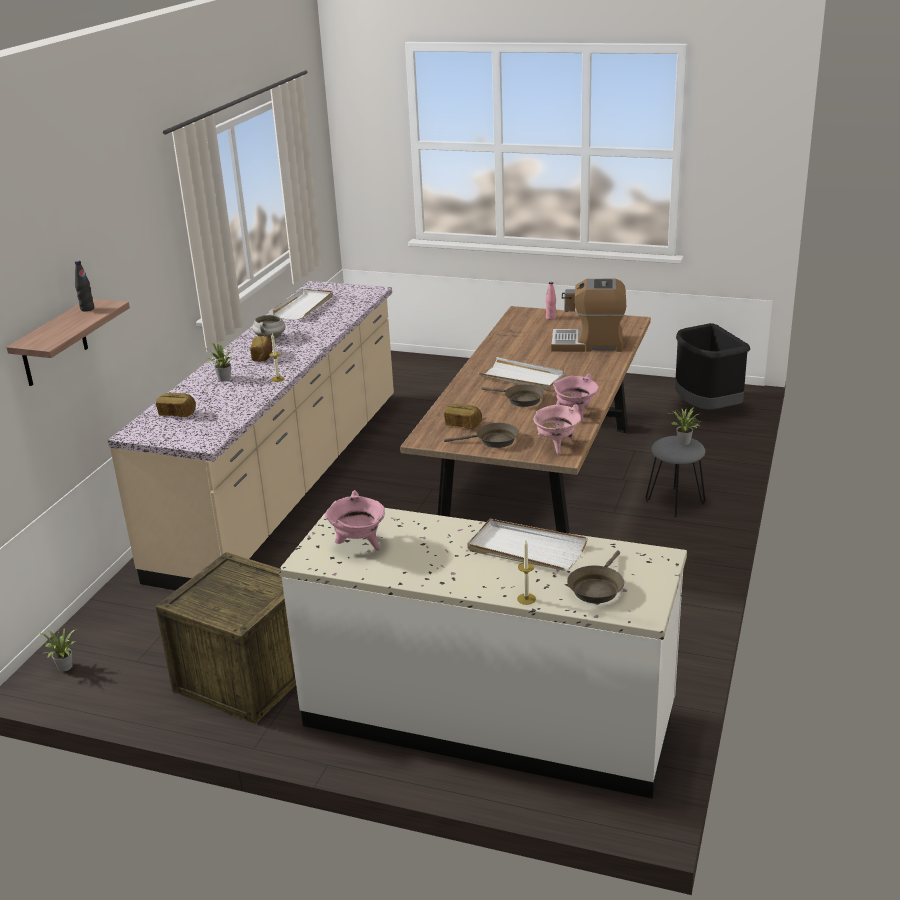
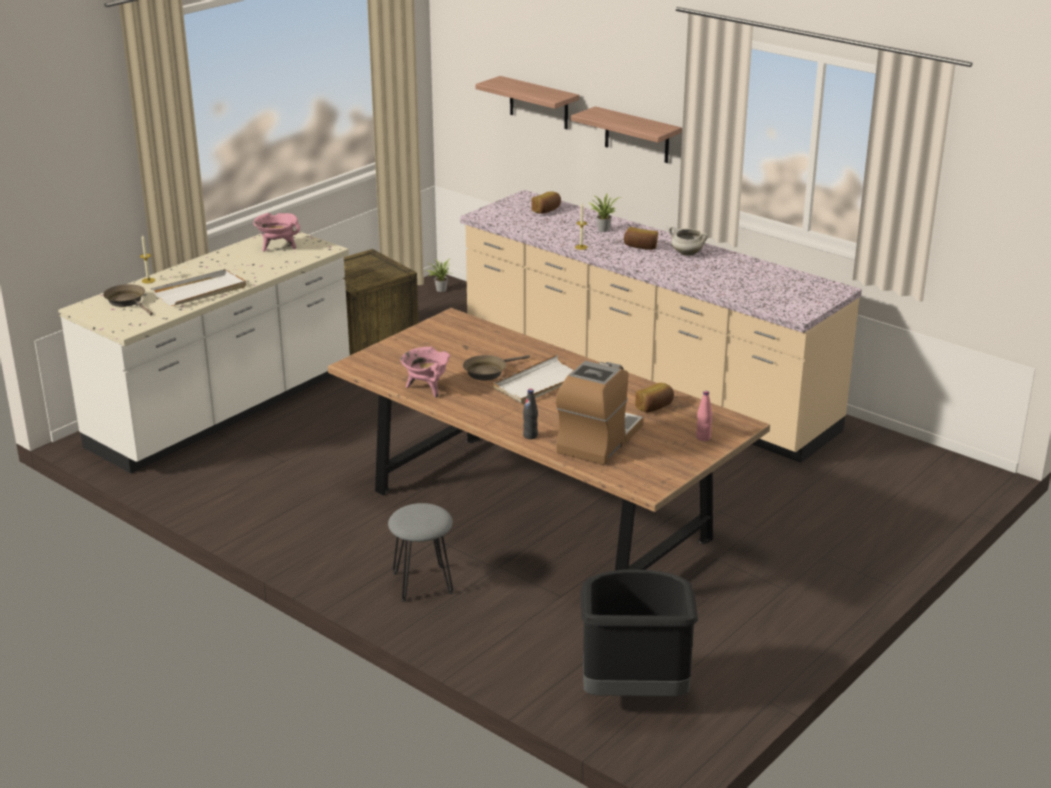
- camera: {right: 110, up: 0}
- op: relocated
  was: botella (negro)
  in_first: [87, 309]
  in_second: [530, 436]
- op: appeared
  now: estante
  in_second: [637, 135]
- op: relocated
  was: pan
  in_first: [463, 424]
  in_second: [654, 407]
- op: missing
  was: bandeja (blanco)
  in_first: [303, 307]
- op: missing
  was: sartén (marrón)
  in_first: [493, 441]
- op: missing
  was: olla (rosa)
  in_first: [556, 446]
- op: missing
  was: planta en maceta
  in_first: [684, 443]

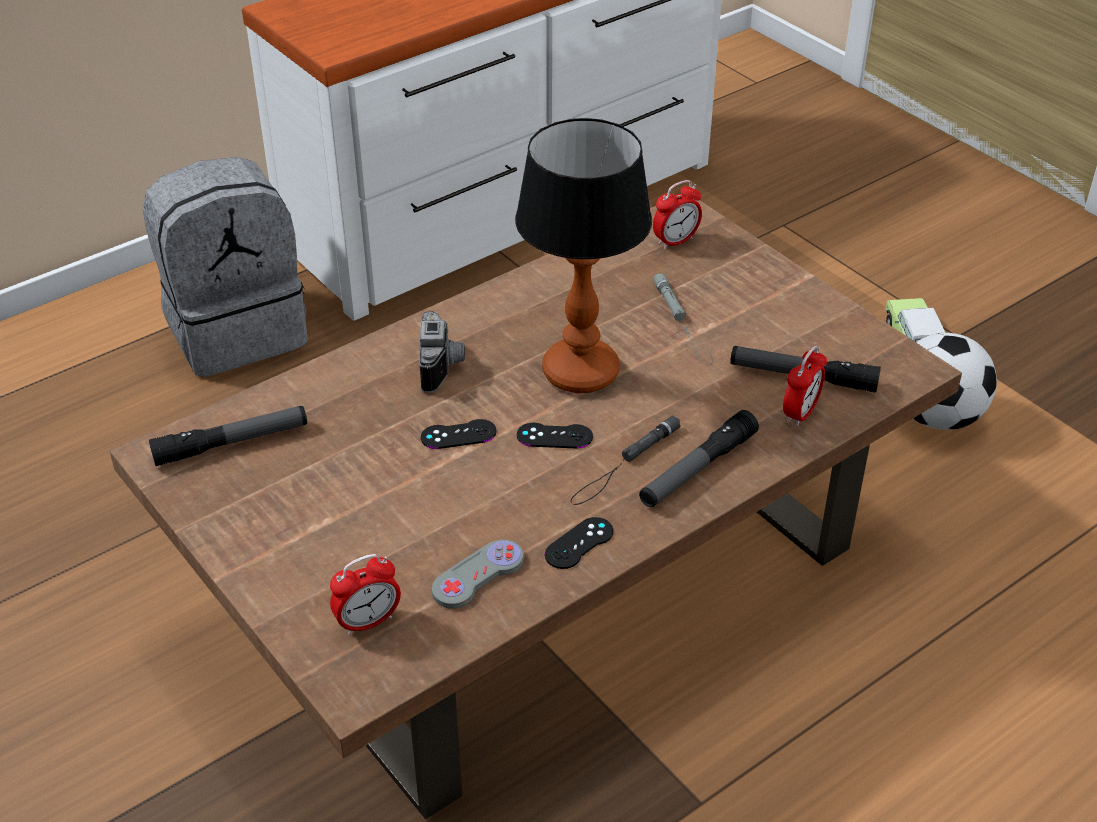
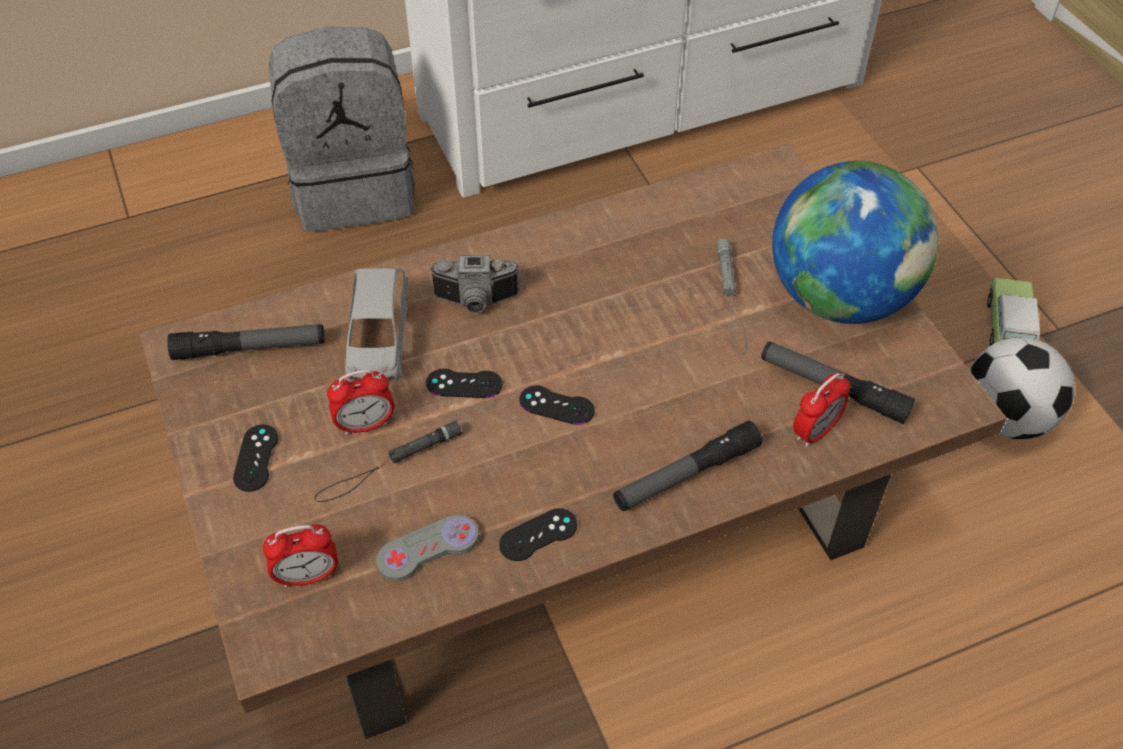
- camera: {right: 15, up: 10}
- op: appeared
  now: mando de consola (negro)
  in_second: [256, 458]
- op: relocated
  was: linterna (negro)
  in_first: [625, 464]
  in_second: [389, 465]
- op: relocated
  was: despertador
  in_first: [675, 241]
  in_second: [365, 425]
- op: appeared
  now: coche de juguete (gris)
  in_second: [379, 340]
- op: spun
  was: cámara
  in_first: [443, 366]
  in_second: [476, 302]
  clockwise: 75
- op: appeared
  now: globo terráqueo
  in_second: [840, 297]
- op: missing
  was: lámpara de mesa
  in_first: [582, 372]

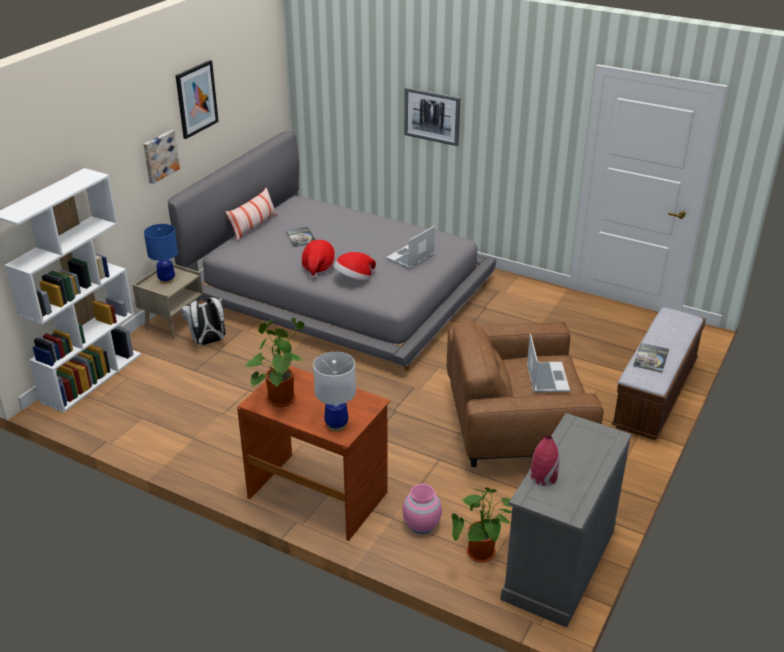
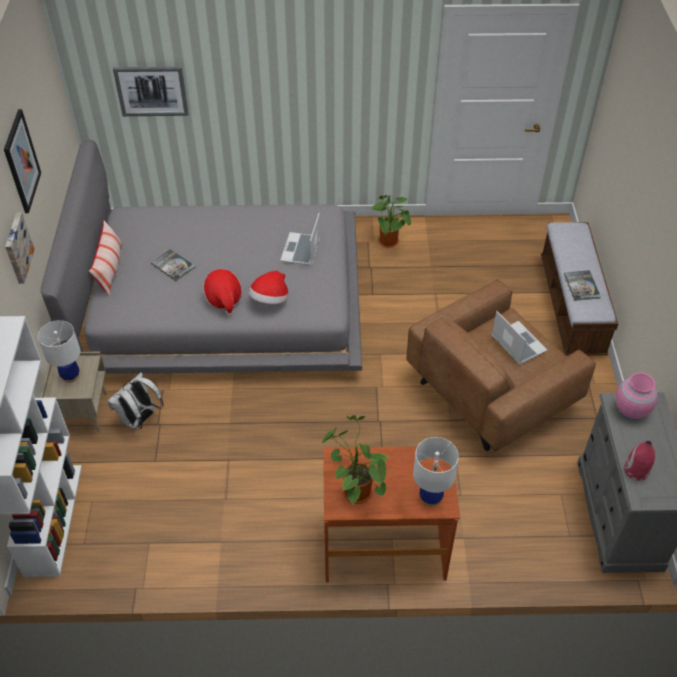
- camera: {right: -30, up: 15}
- op: colour
  was: lámpara de mesa (azul)
  now: lámpara de mesa (blanco)
  in_first: [166, 280]
  in_second: [70, 376]
- op: relocated
  was: cuadro
  in_first: [432, 116]
  in_second: [151, 91]
- op: relocated
  was: planta en maceta
  in_first: [481, 556]
  in_second: [390, 243]
- op: relocated
  was: florero (rosa)
  in_first: [422, 524]
  in_second: [631, 409]

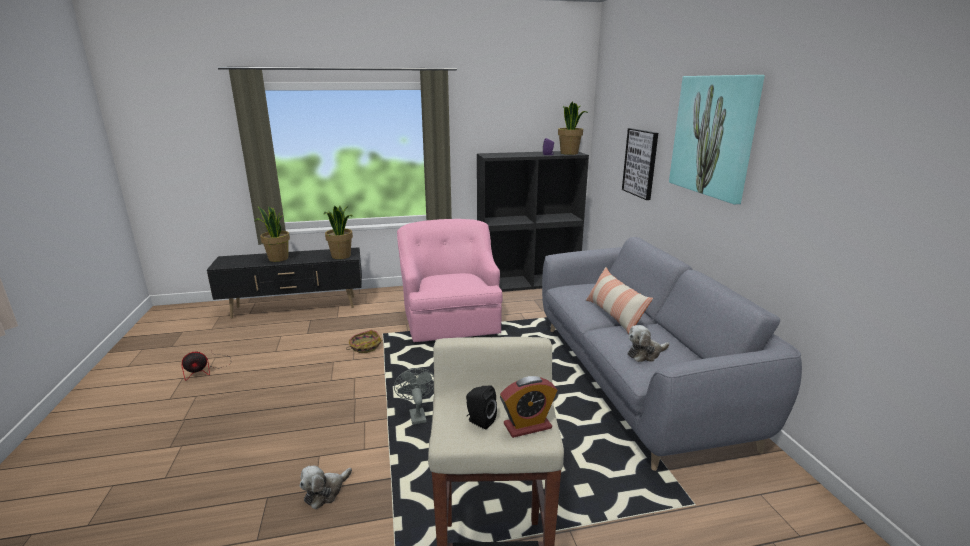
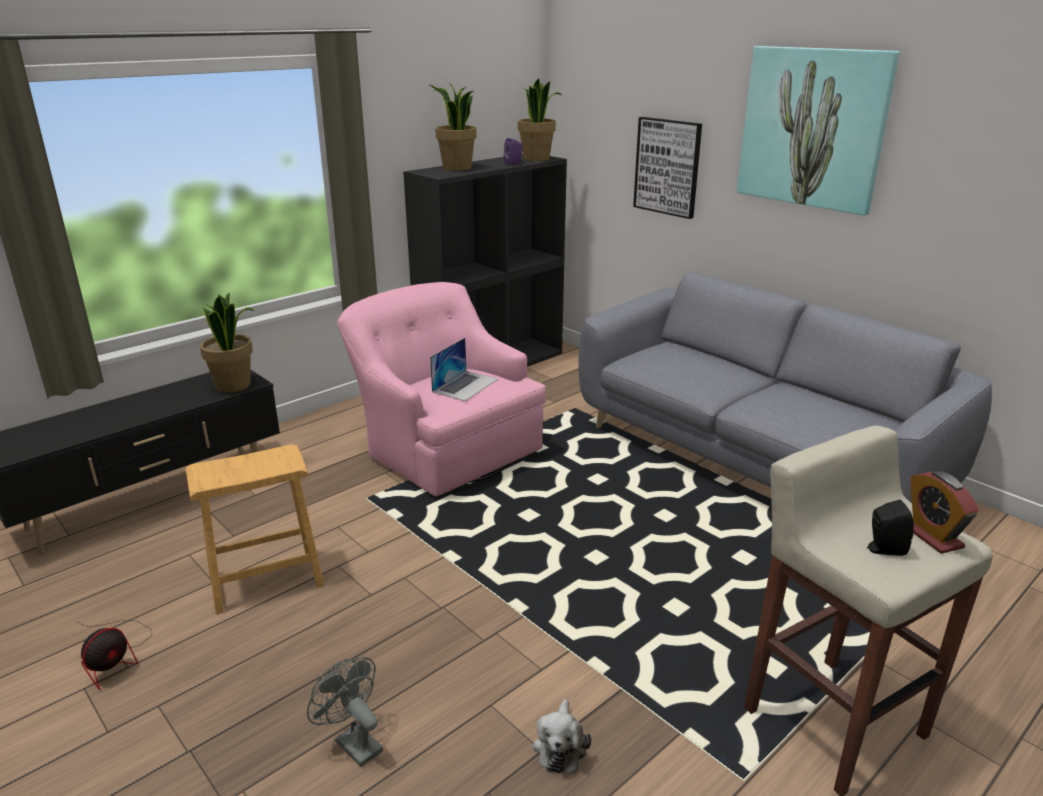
- camera: {right: -30, up: 5}
- op: appeared
  now: taburete (marrón)
  in_second: [266, 579]
- op: relocated
  was: ventilador (gris)
  in_first: [416, 414]
  in_second: [353, 742]
- op: relocated
  was: planta en maceta
  in_first: [278, 258]
  in_second: [456, 168]
- op: appeared
  now: portátil
  in_second: [465, 385]
- op: spun
  was: despertador
  in_first: [527, 426]
  in_second: [931, 536]
  clockwise: 120
- op: missing
  was: cesta
  in_first: [364, 347]
- op: missing
  was: cojín
  in_first: [614, 315]
- op: missing
  was: peluche
  in_first: [645, 354]

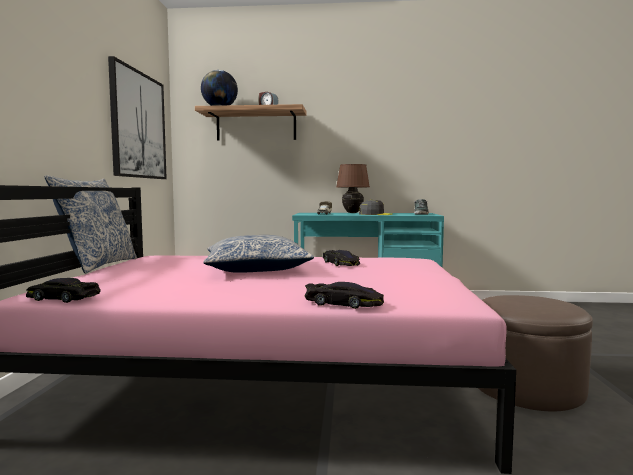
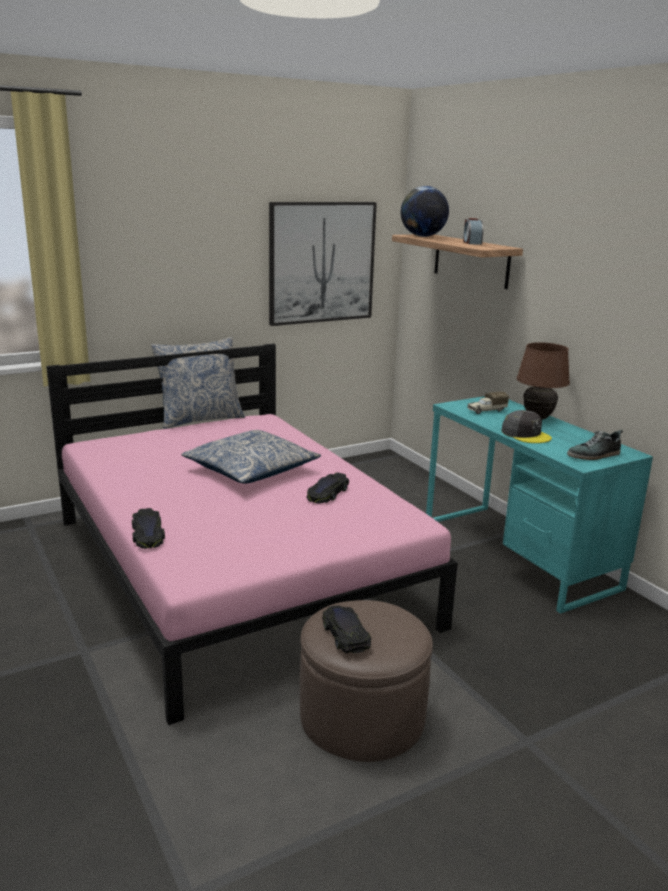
- camera: {right: 55, up: 15}
- op: relocated
  was: coche de juguete (negro)
  in_first: [62, 298]
  in_second: [345, 634]

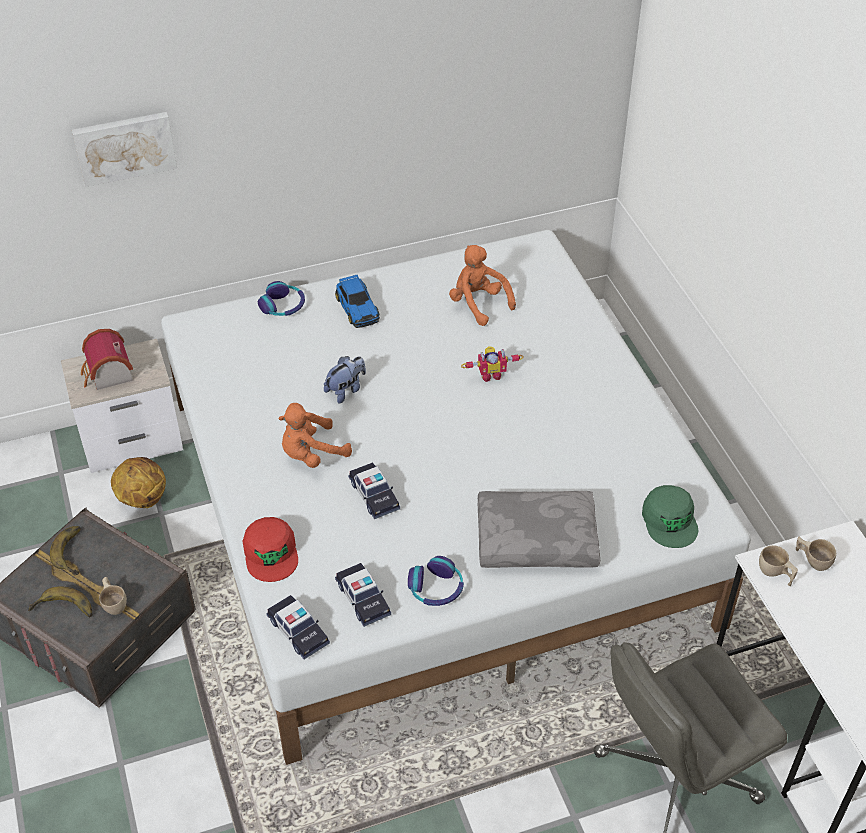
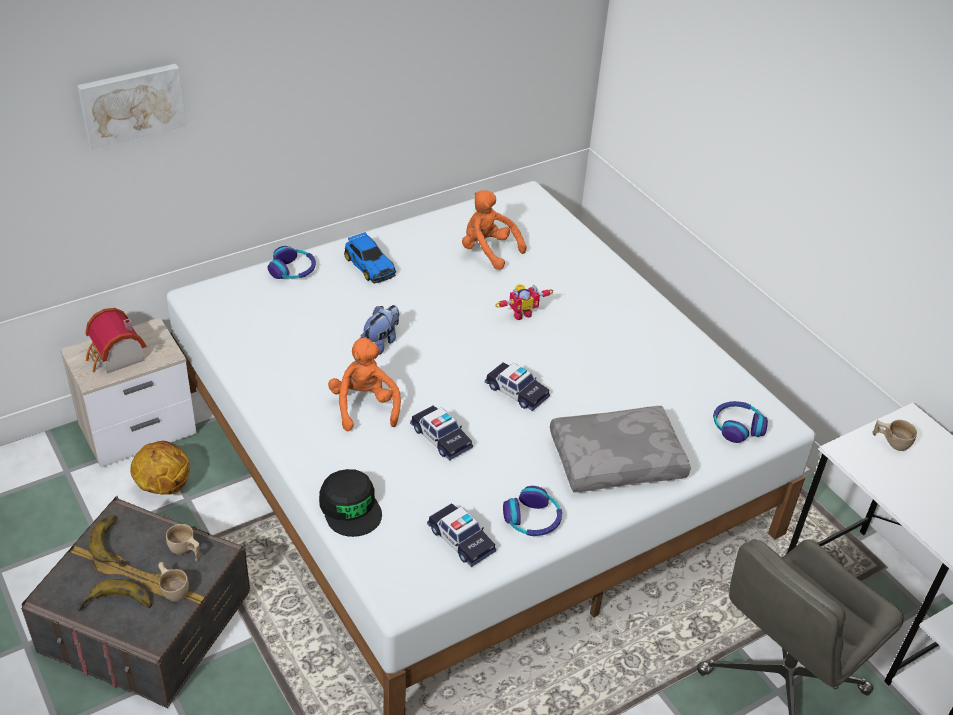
- camera: {right: -15, up: -5}
- op: relocated
  was: taza (beis)
  in_first: [775, 574]
  in_second: [185, 551]
- op: colour
  was: gorra (rojo)
  now: gorra (negro)
  in_first: [271, 553]
  in_second: [350, 507]
- op: spun
  was: peluche (naranja)
  in_first: [311, 454]
  in_second: [364, 406]
  clockwise: 120
- op: relocated
  was: coche de juguete
  in_first: [298, 631]
  in_second: [516, 392]
- op: exchanged
  was: gorra (verde)
  now: auriculares
  in_first: [670, 520]
  in_second: [737, 426]

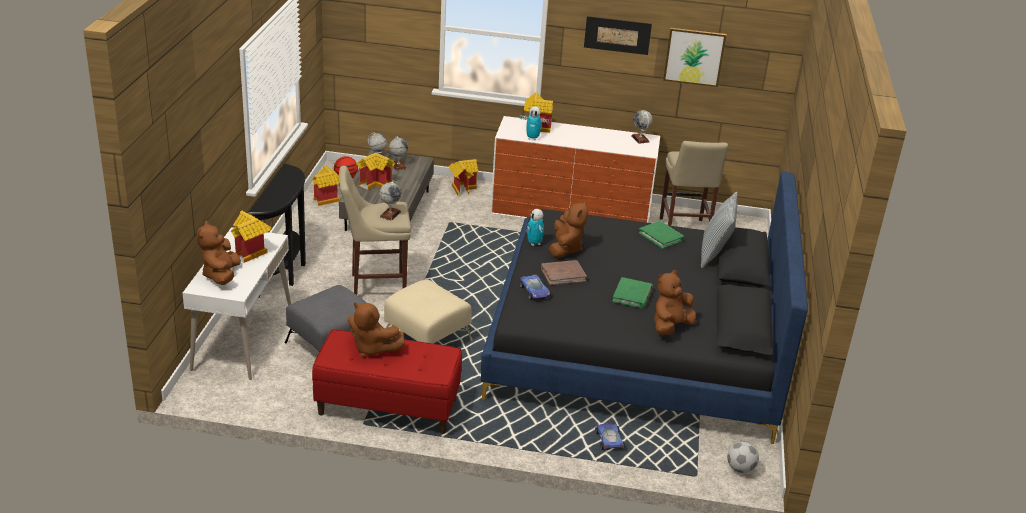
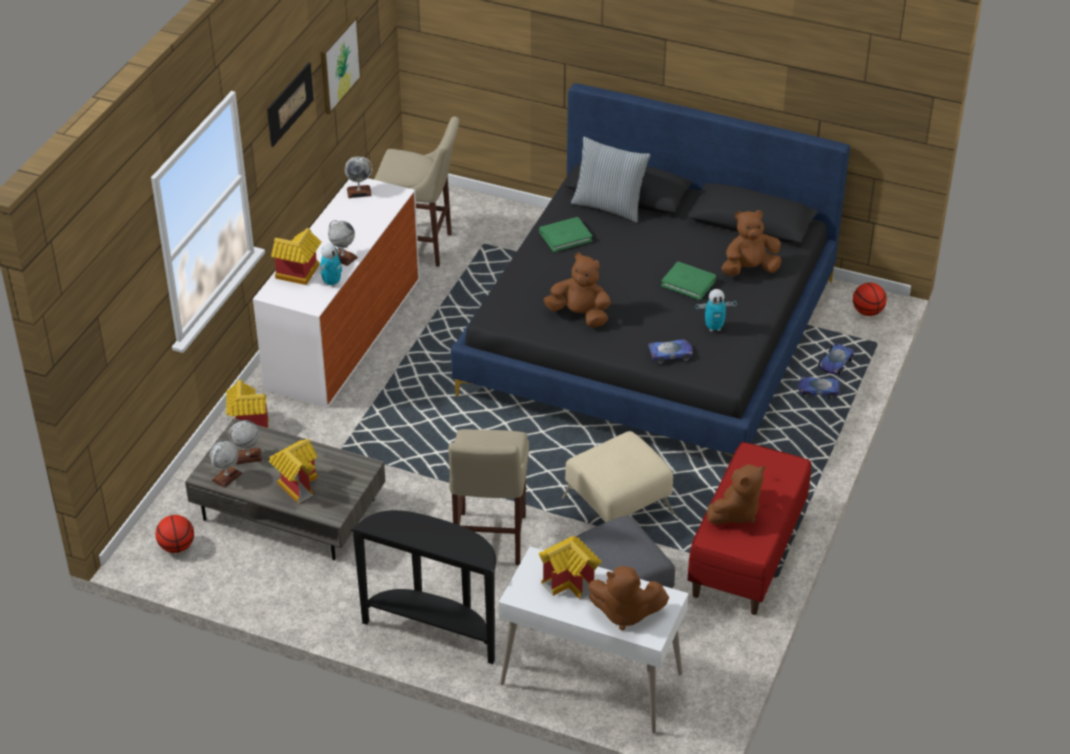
- camera: {right: -75, up: 10}
- op: relocated
  was: globo terráqueo
  in_first: [390, 214]
  in_second: [343, 257]
- op: relocated
  was: robot de juguete
  in_first: [534, 243]
  in_second: [714, 328]
- op: spun
  was: peluche (marrón)
  in_first: [670, 327]
  in_second: [749, 269]
  clockwise: 105
- op: appeared
  now: coche de juguete
  in_second: [835, 363]
- op: exchanged
  was: balón de fútbol
  now: balón de baloncesto
  in_first: [740, 469]
  in_second: [867, 312]
- op: missing
  was: casita
  in_first: [327, 199]
- op: missing
  was: libro (marrón)
  in_first: [563, 274]

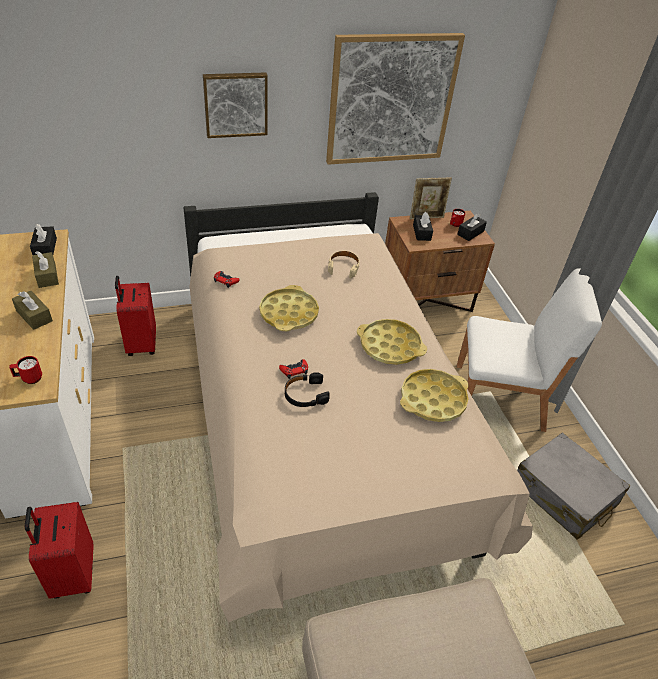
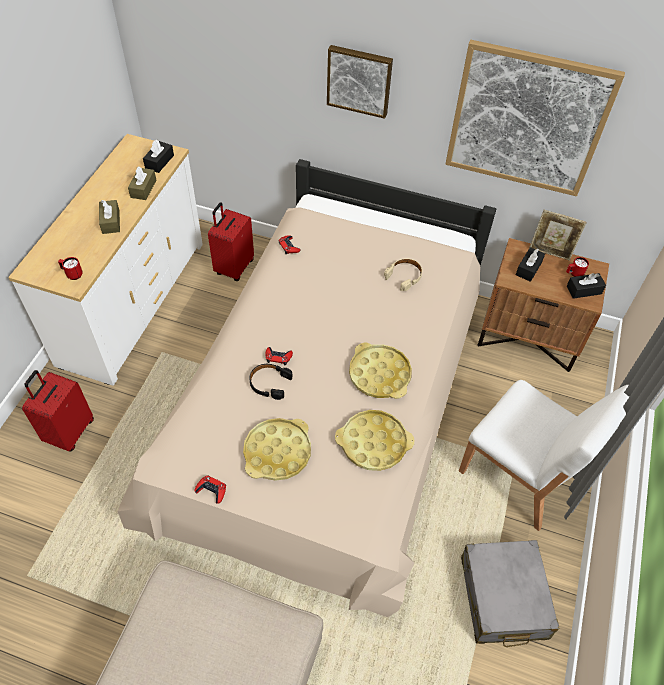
- camera: {right: 35, up: 10}
- op: appeared
  now: mando de consola (rojo)
  in_second: [211, 490]
- op: relocated
  was: bandeja (amarillo)
  in_first: [289, 313]
  in_second: [277, 452]

